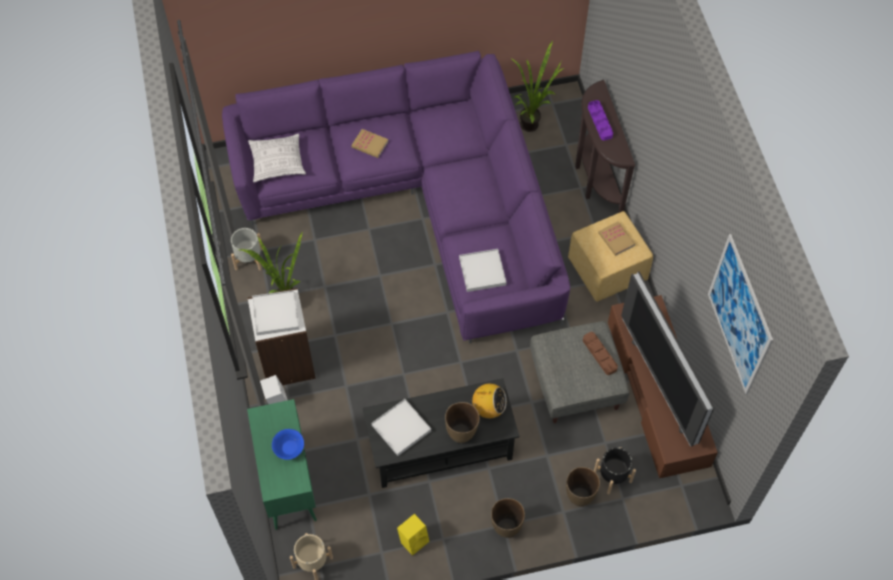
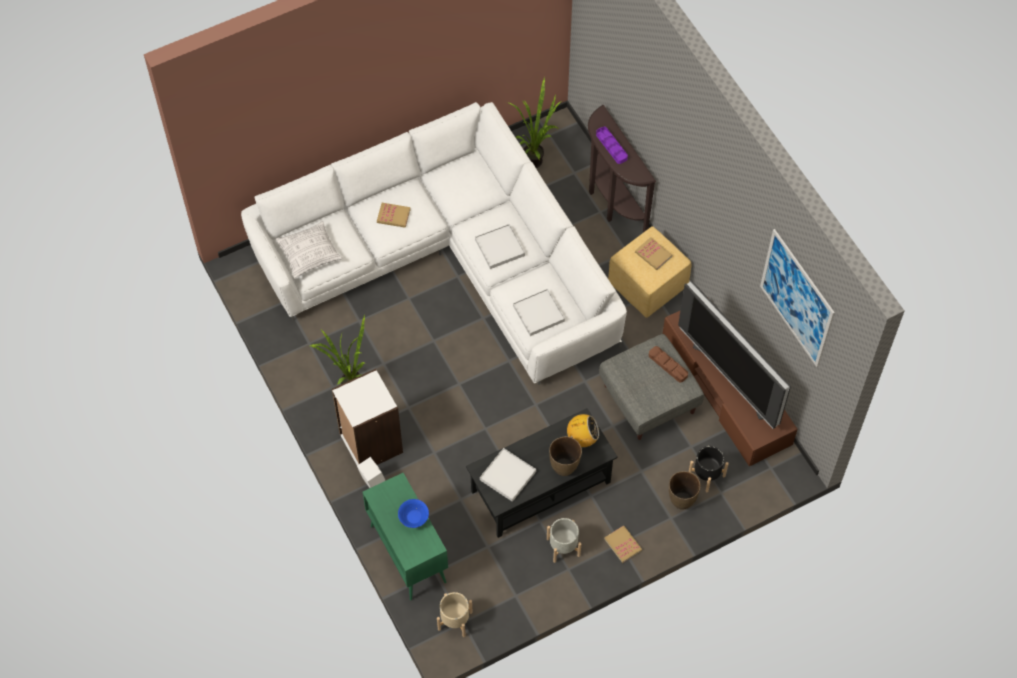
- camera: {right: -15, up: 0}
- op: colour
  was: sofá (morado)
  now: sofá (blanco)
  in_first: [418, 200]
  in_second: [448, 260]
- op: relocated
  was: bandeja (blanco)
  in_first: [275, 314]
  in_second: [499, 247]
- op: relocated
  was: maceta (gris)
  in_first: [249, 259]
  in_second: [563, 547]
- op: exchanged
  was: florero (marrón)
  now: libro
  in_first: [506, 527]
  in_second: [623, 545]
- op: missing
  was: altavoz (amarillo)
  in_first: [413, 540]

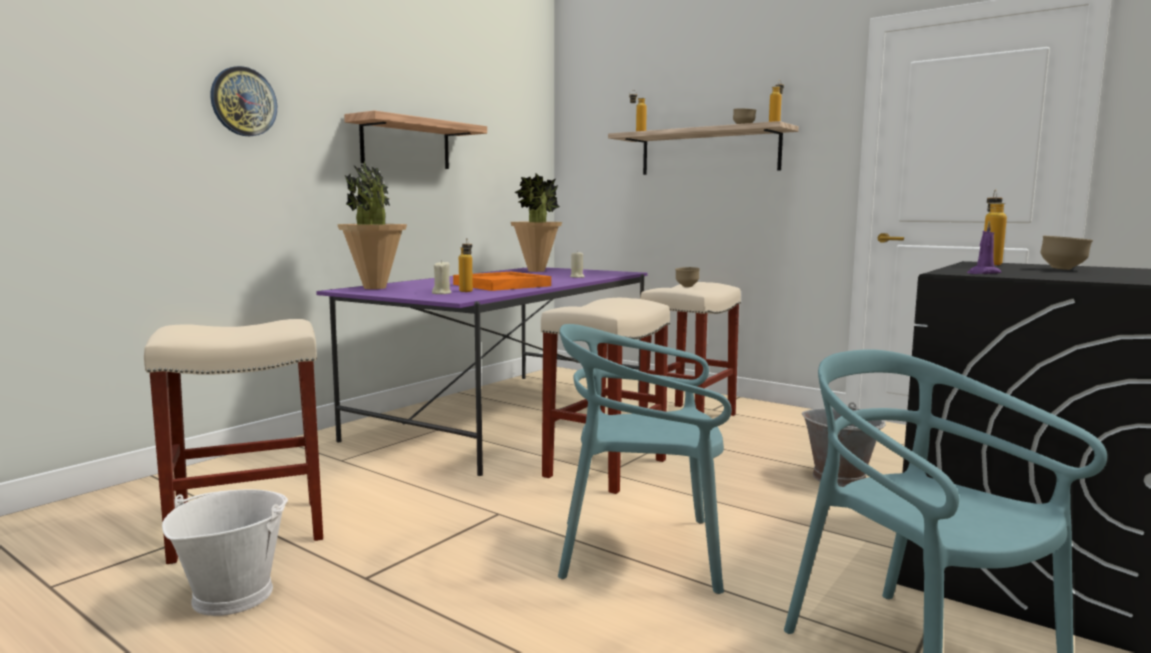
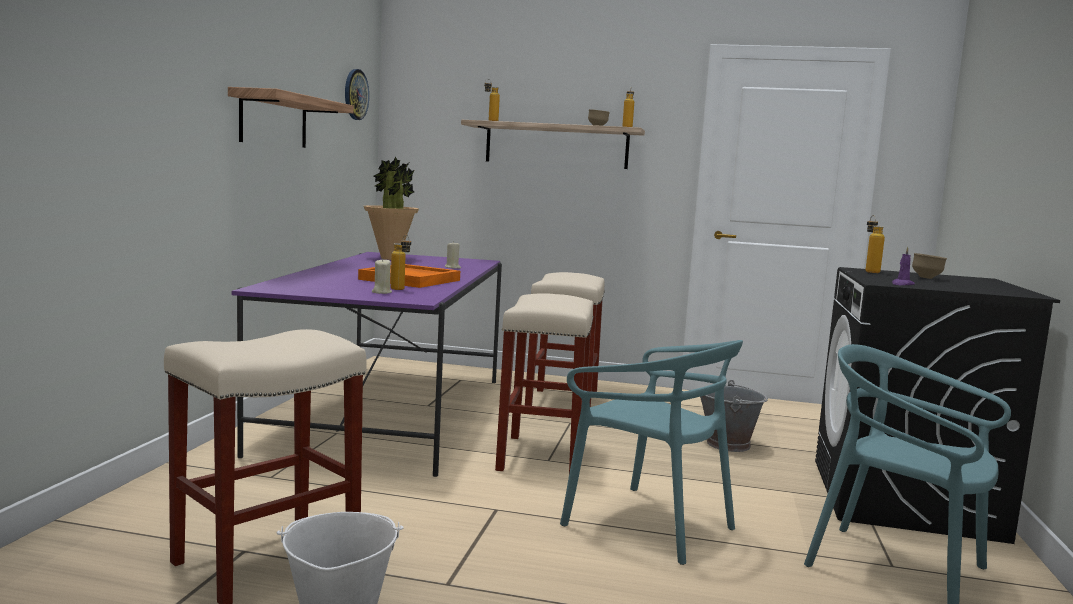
- camera: {right: -25, up: 0}
- op: relocated
  was: reloj de pared
  in_first: [243, 102]
  in_second: [355, 94]
- op: spun
  was: silla (turquesa)
  in_first: [640, 551]
  in_second: [648, 524]
  clockwise: -120
- op: missing
  was: planta en maceta
  in_first: [375, 288]
- op: missing
  was: cuenco (marrón)
  in_first: [686, 286]

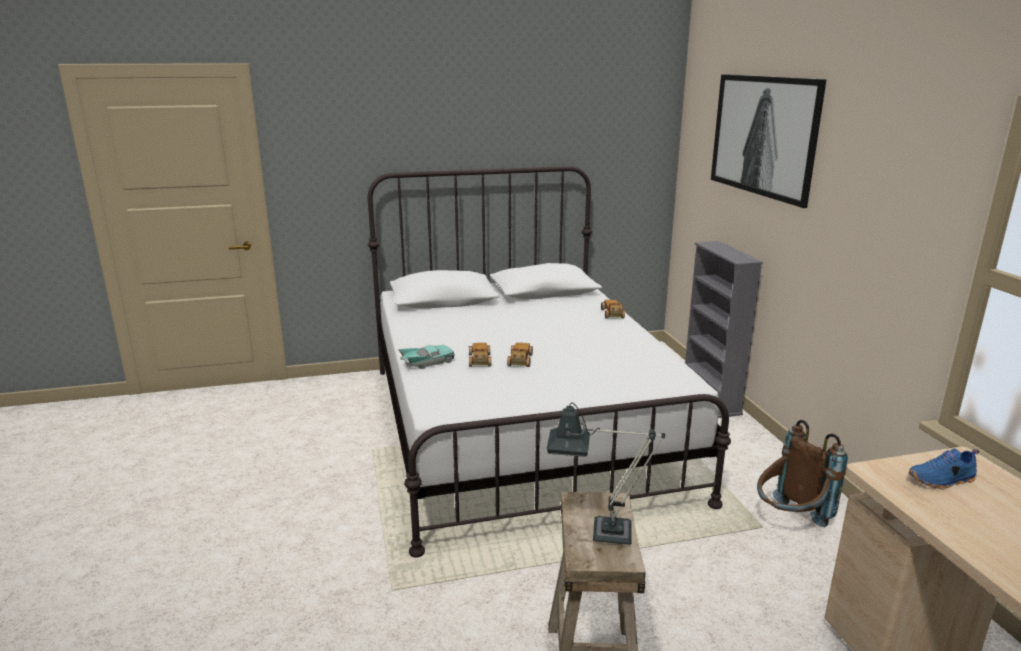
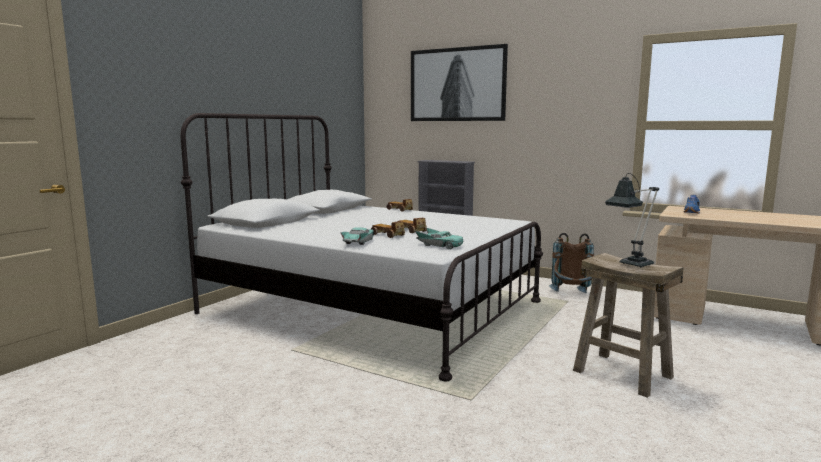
- camera: {right: -45, up: -10}
- op: appeared
  now: coche de juguete (turquesa)
  in_second: [439, 245]

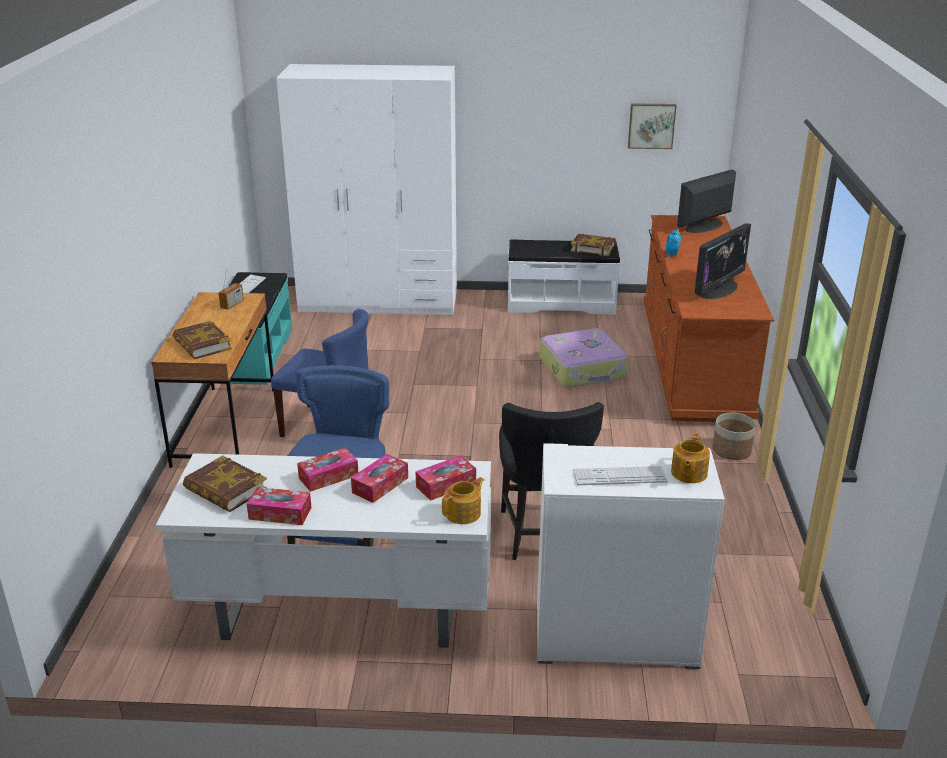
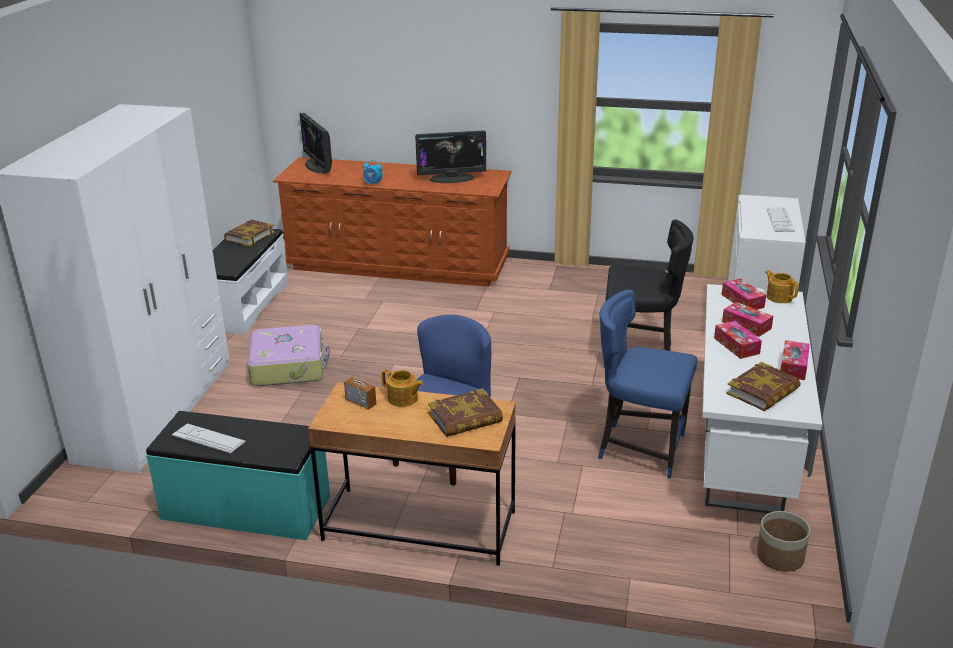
- camera: {right: -80, up: 0}
- op: relocated
  was: maleta
  in_first: [583, 369]
  in_second: [288, 366]
- op: relocated
  was: tetera
  in_first: [688, 473]
  in_second: [403, 399]
- op: spun
  was: monitor
  in_first: [718, 289]
  in_second: [452, 178]
  clockwise: 120
- op: relocated
  was: maceta
  in_first: [732, 451]
  in_second: [780, 557]
- op: missing
  was: cuadro
  in_first: [651, 125]

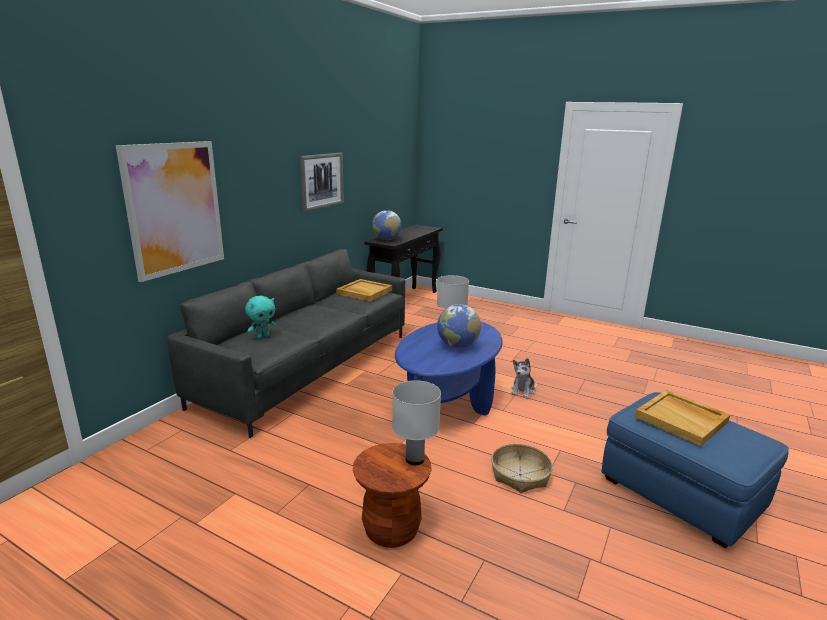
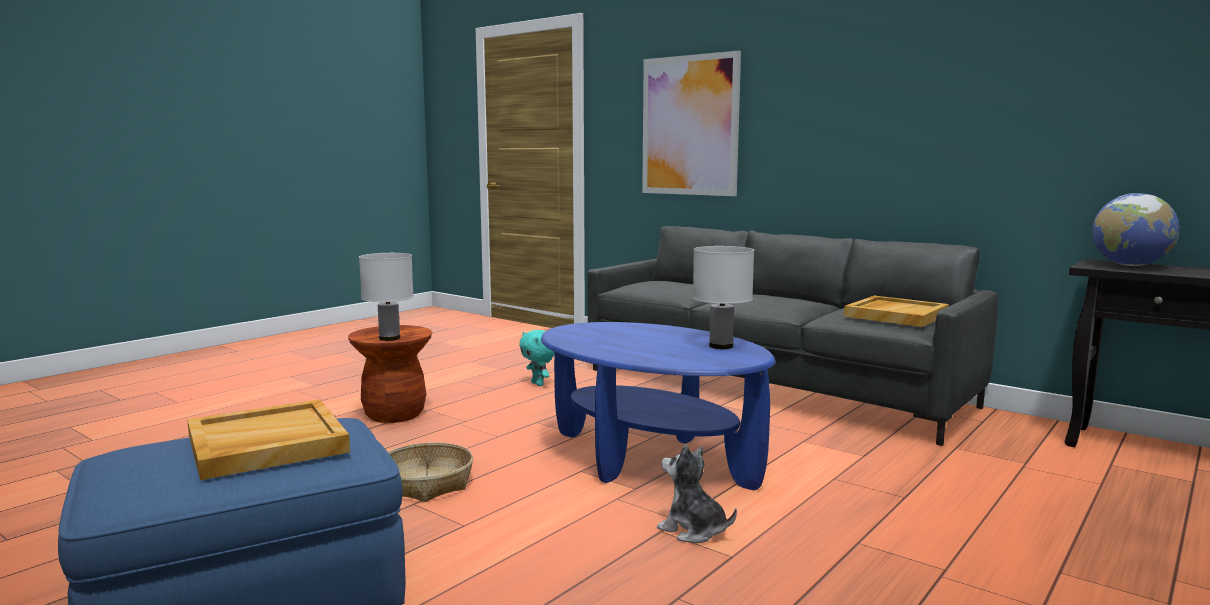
- camera: {right: 100, up: -10}
- op: relocated
  was: peluche (turquesa)
  in_first: [262, 336]
  in_second: [538, 384]
- op: missing
  was: cuadro
  in_first: [321, 181]
- op: missing
  was: globo terráqueo
  in_first: [457, 346]

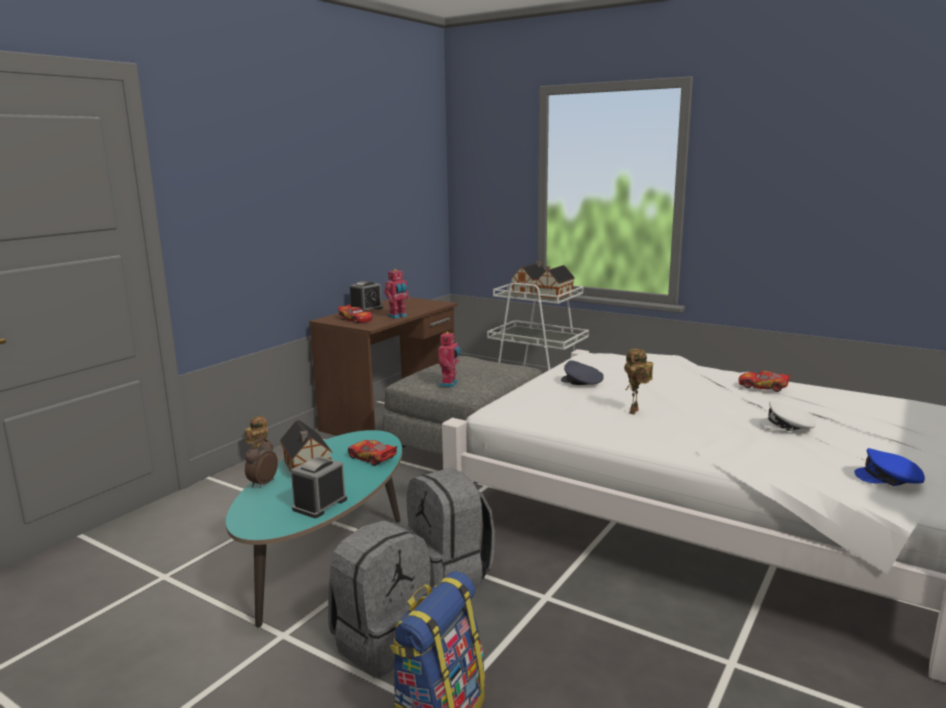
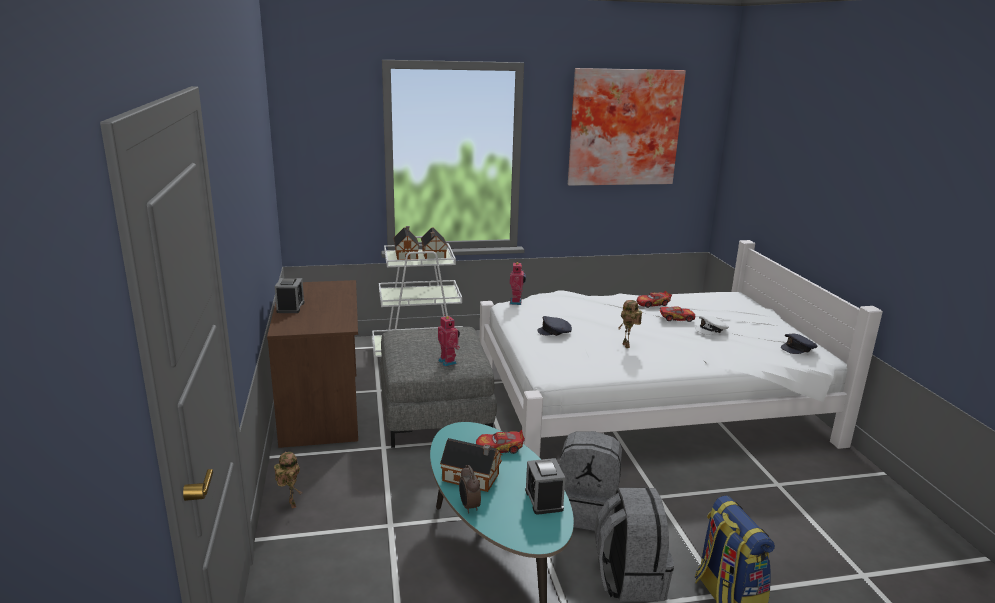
- camera: {right: -45, up: 5}
- op: relocated
  was: robot de juguete
  in_first: [398, 316]
  in_second: [516, 302]
- op: appeared
  now: cuadro
  in_second: [623, 127]
- op: relocated
  was: coche de juguete
  in_first: [356, 320]
  in_second: [676, 318]
- op: colour
  was: gorra (azul)
  now: gorra (gris)
  in_first: [890, 479]
  in_second: [798, 348]

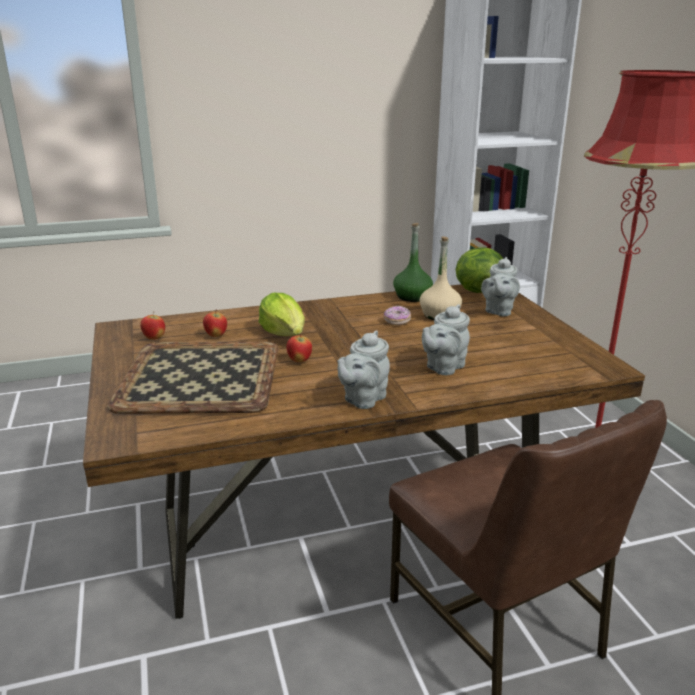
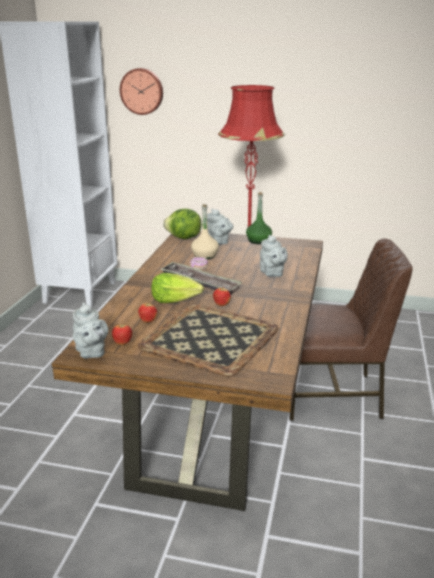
- camera: {right: -60, up: 0}
- op: relocated
  was: tetera (gris)
  in_first: [363, 399]
  in_second: [91, 352]
- op: appeared
  now: reloj de pared
  in_second: [142, 91]
- op: appeared
  now: bandeja
  in_second: [200, 282]
- op: relocated
  was: botella (verde)
  in_first: [412, 297]
  in_second: [258, 241]

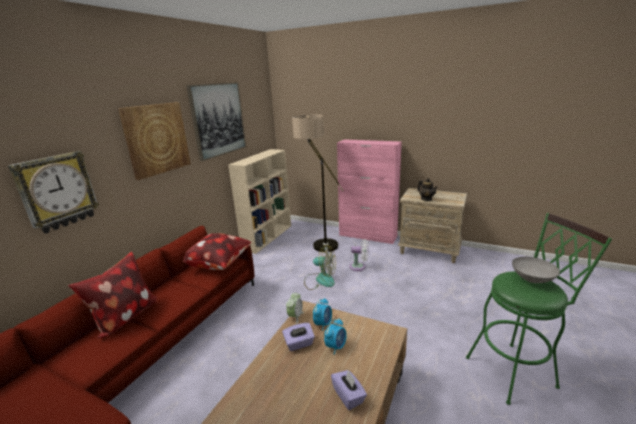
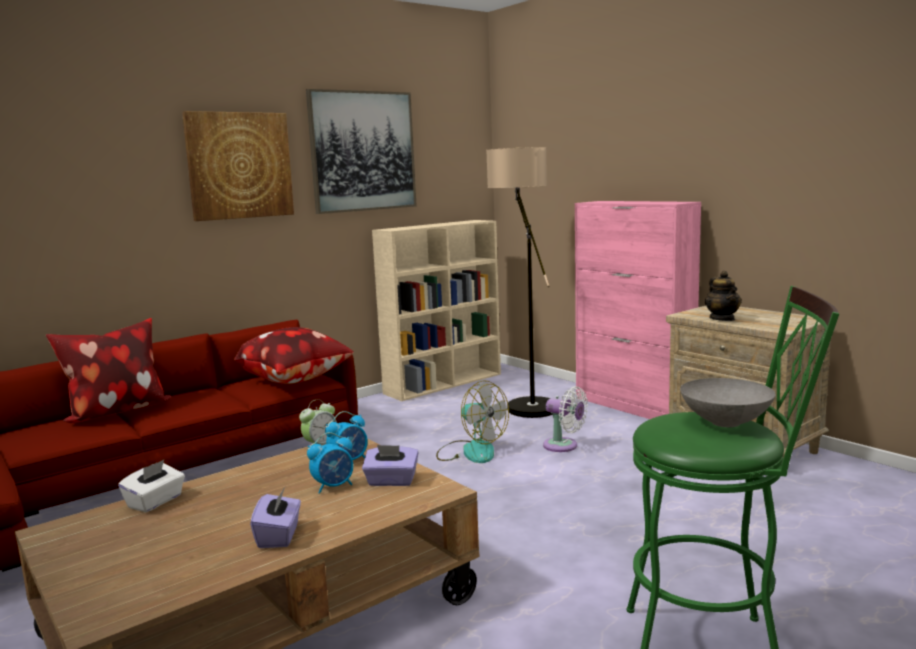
- camera: {right: 25, up: -10}
- op: appeared
  now: caja de pañuelos (blanco)
  in_second: [155, 502]
- op: relocated
  was: caja de pañuelos (morado)
  in_first: [299, 344]
  in_second: [391, 481]
- op: missing
  was: reloj de pared
  in_first: [57, 191]

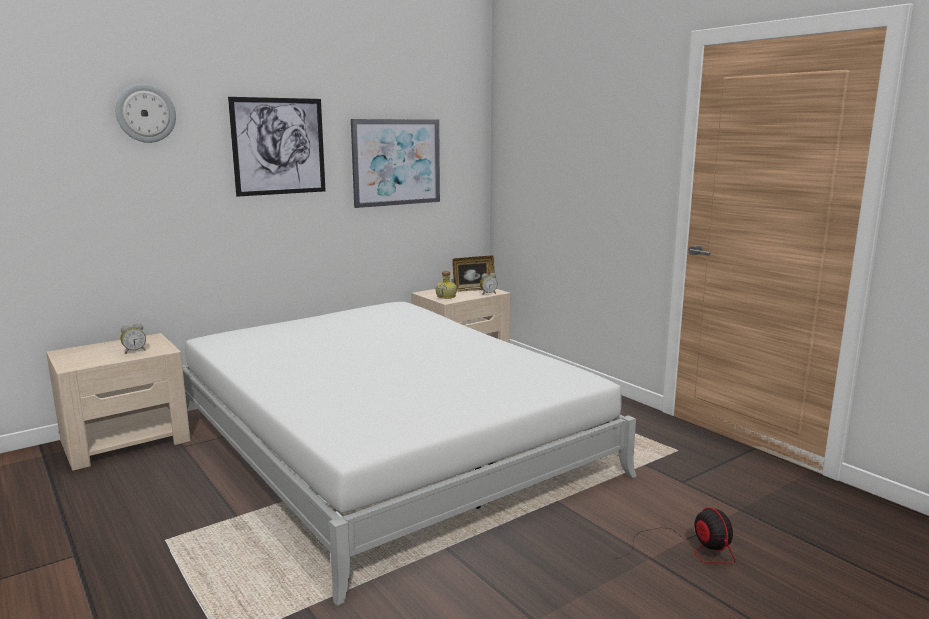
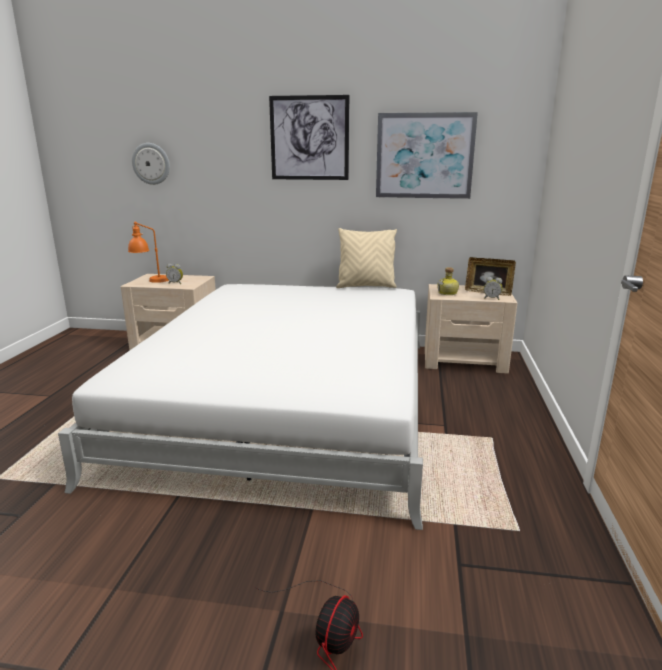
- camera: {right: 45, up: 5}
- op: appeared
  now: lámpara de mesa (naranja)
  in_second: [151, 281]
- op: relocated
  was: reloj de pared
  in_first: [145, 113]
  in_second: [151, 163]
- op: appeared
  now: cojín (beis)
  in_second: [366, 286]

